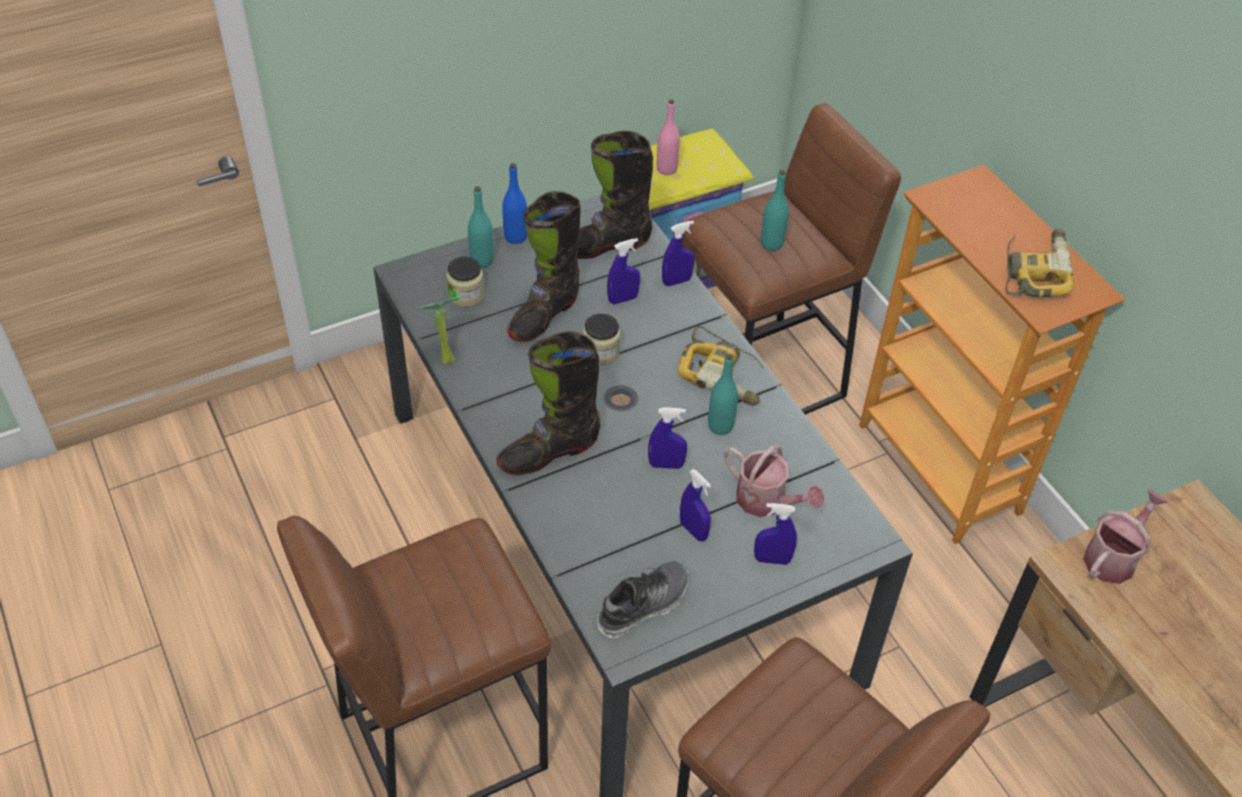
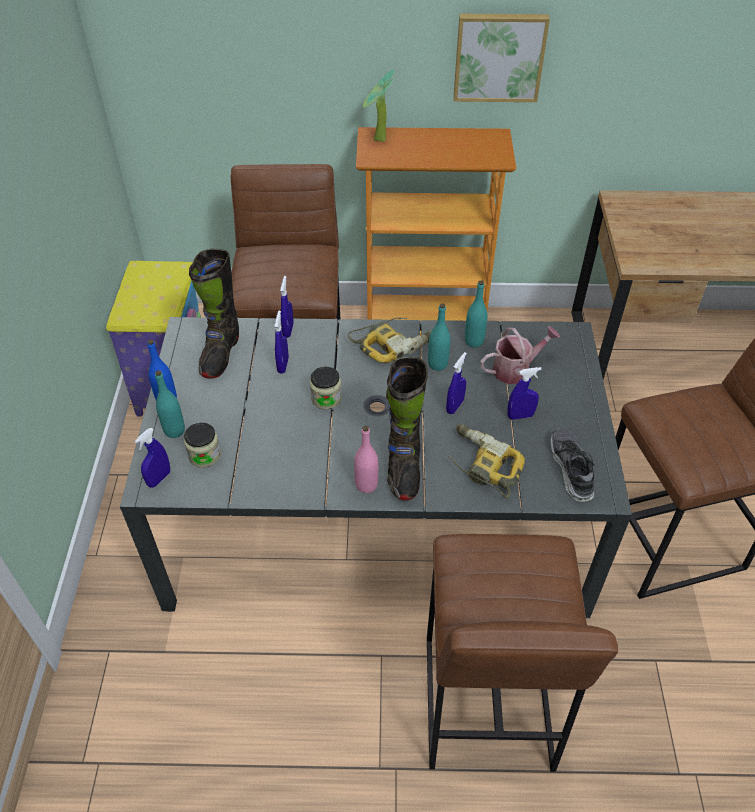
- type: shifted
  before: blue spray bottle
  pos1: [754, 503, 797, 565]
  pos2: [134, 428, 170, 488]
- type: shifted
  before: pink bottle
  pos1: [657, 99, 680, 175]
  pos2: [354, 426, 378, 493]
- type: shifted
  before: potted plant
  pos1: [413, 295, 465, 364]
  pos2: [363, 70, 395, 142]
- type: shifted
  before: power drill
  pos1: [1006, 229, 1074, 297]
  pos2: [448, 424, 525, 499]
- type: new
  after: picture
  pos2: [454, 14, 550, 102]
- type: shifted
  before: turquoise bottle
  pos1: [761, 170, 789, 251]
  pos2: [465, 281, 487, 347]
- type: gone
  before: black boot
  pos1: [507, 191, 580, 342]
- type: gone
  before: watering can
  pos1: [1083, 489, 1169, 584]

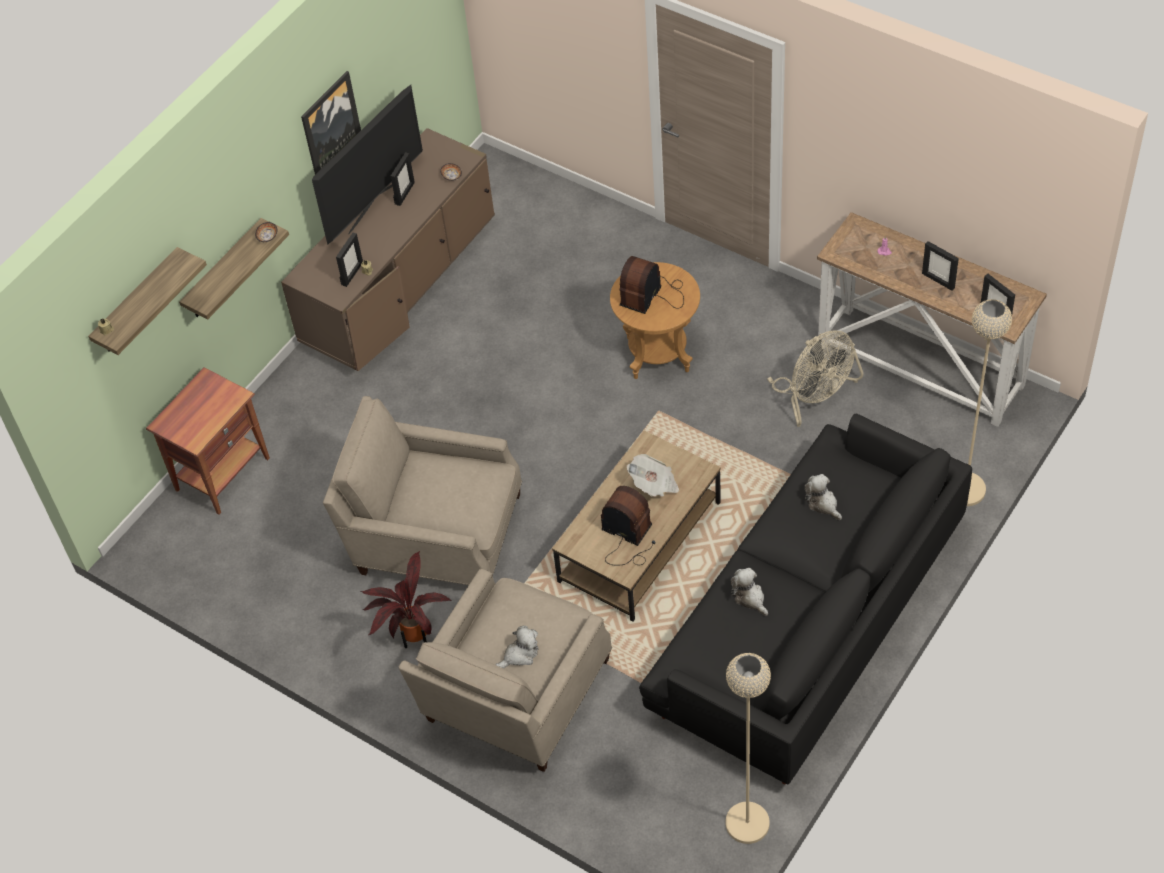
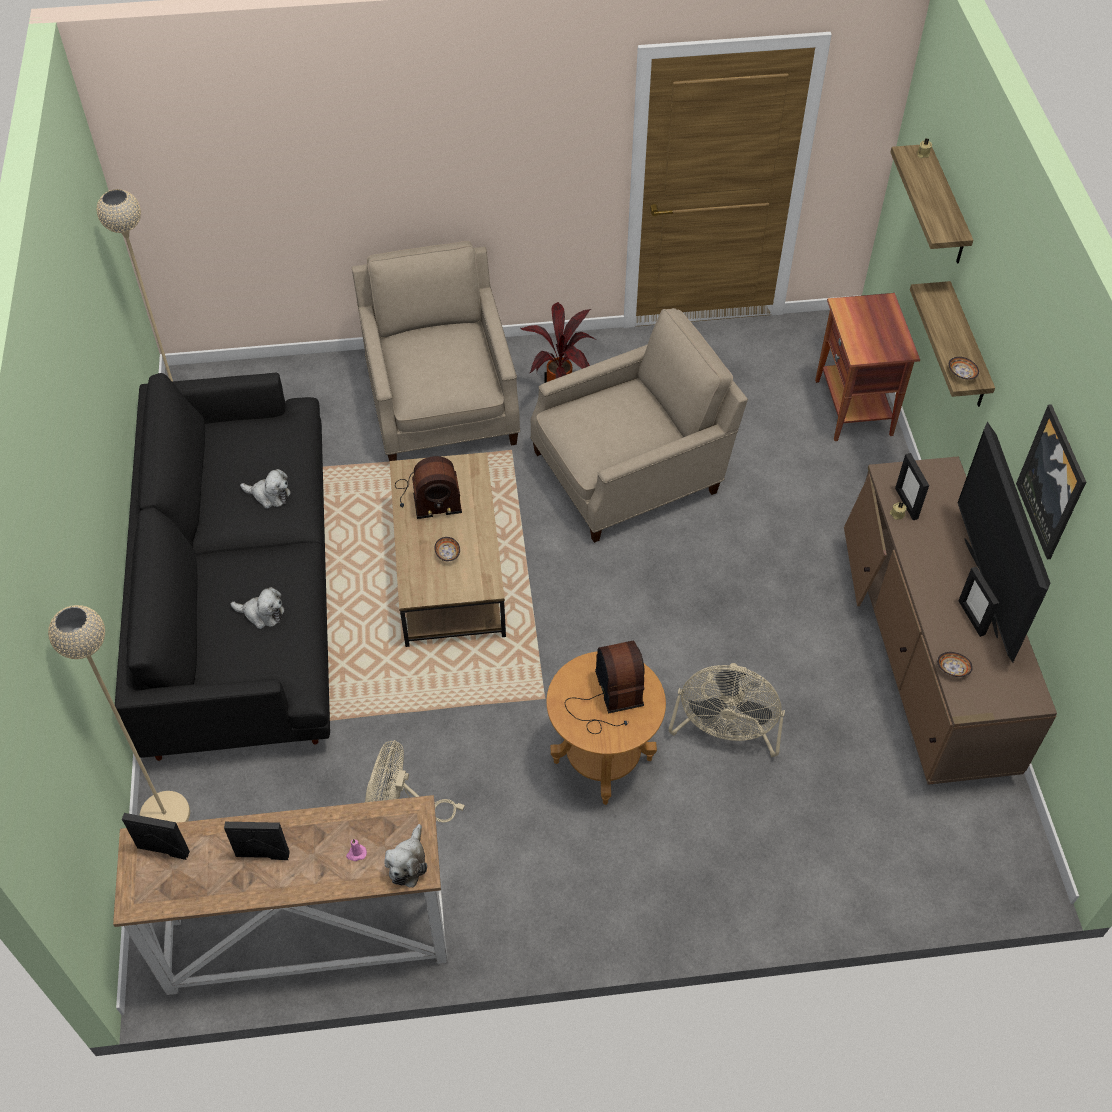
- type: shifted
  before: plush toy
  pos1: [495, 626, 539, 669]
  pos2: [384, 824, 427, 887]
- type: swapped
  before: newspaper
  after: bowl
  pos1: [627, 454, 679, 497]
  pos2: [434, 537, 460, 561]
- type: new
  after: beige fan
  pos2: [669, 663, 785, 757]

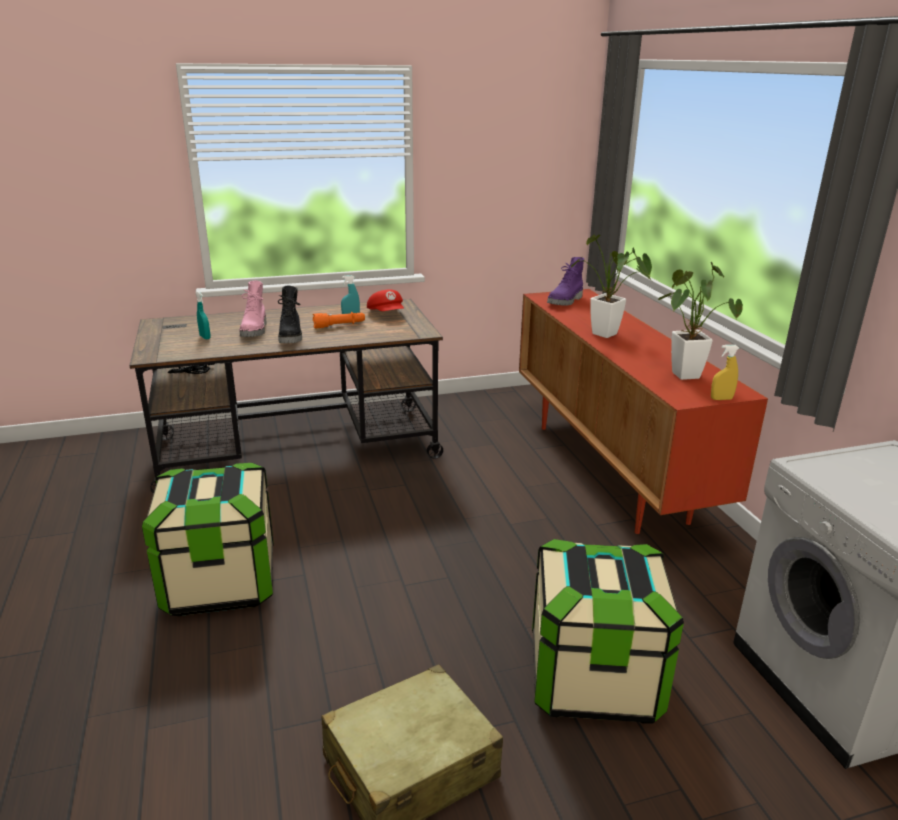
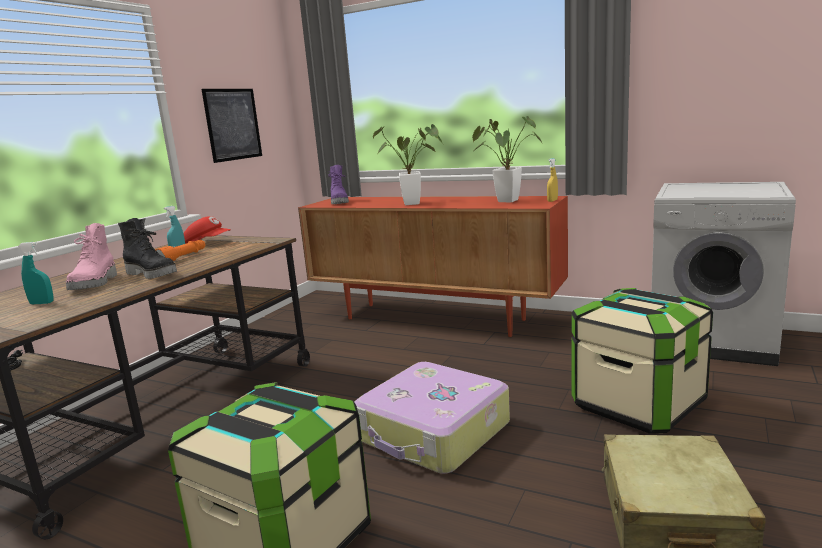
- type: rotated
  before: pink boot
  pos1: [239, 280, 267, 337]
  pos2: [66, 223, 117, 290]
  turn: 45
- type: new
  after: picture
  pos2: [202, 89, 262, 163]
- type: new
  after: suitcase
  pos2: [354, 362, 510, 474]

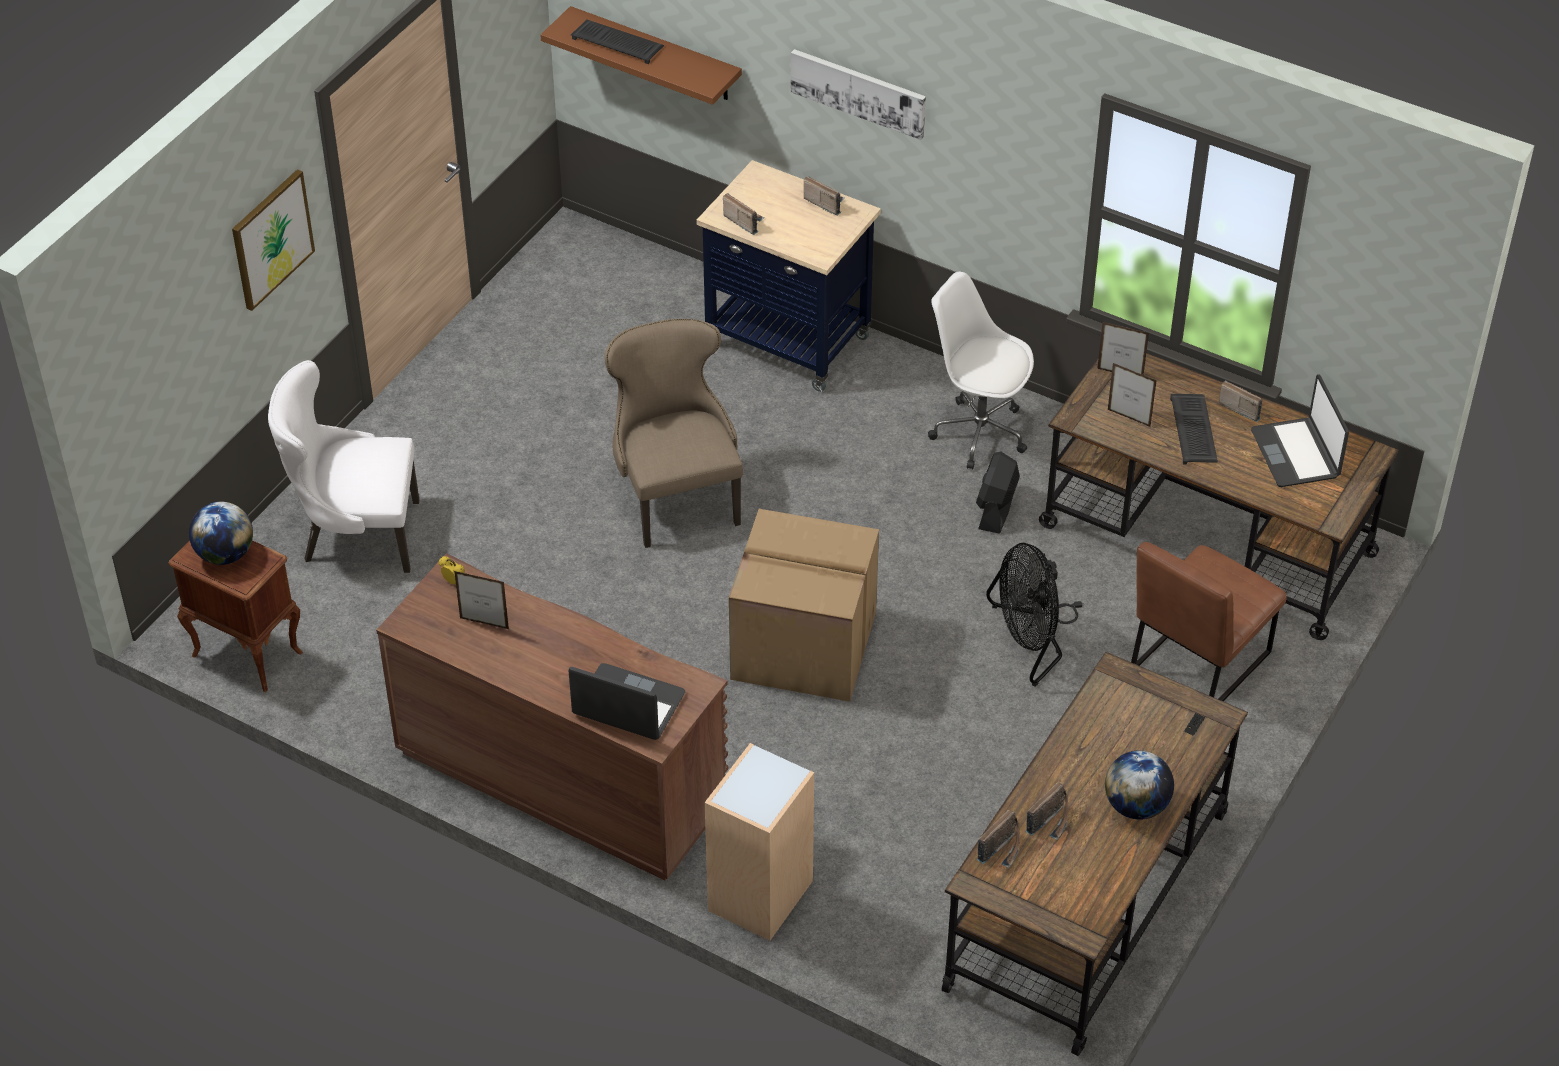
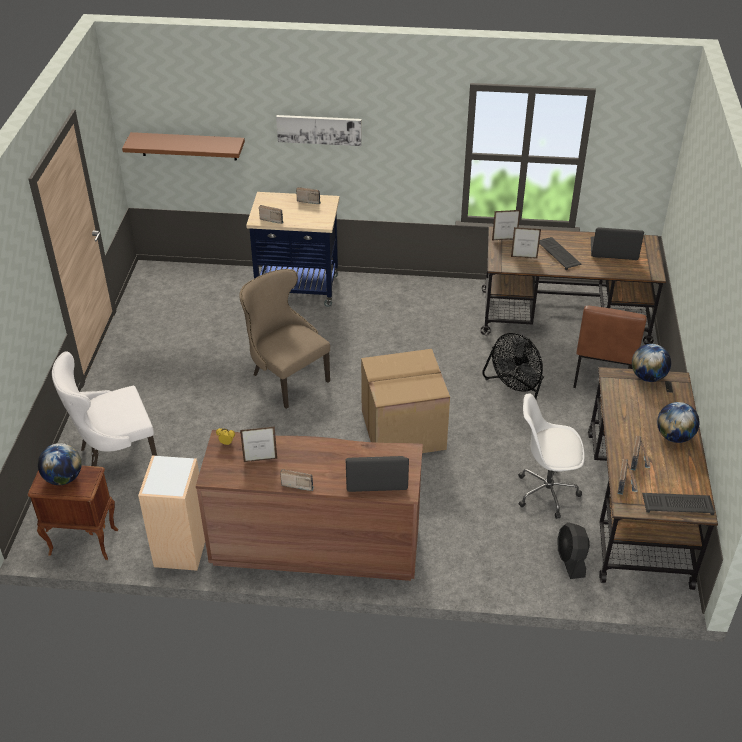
- type: shifted
  before: bookcase
  pos1: [705, 743, 814, 941]
  pos2: [138, 455, 205, 571]
- type: shifted
  before: radio
  pos1: [1219, 380, 1263, 422]
  pos2: [280, 469, 314, 491]
- type: shifted
  before: white office chair
  pos1: [928, 271, 1034, 469]
  pos2: [518, 394, 585, 519]
- type: shifted
  before: black fan
  pos1: [976, 451, 1020, 534]
  pos2: [557, 522, 590, 579]
- type: rotated
  before: laptop
  pos1: [1251, 374, 1349, 487]
  pos2: [591, 227, 644, 260]
  turn: 135
- type: new
  after: globe
  pos2: [632, 344, 671, 382]
- type: shifted
  before: keyboard
  pos1: [571, 19, 664, 64]
  pos2: [642, 493, 715, 515]
- type: gone
  before: picture
  pos1: [232, 169, 315, 311]

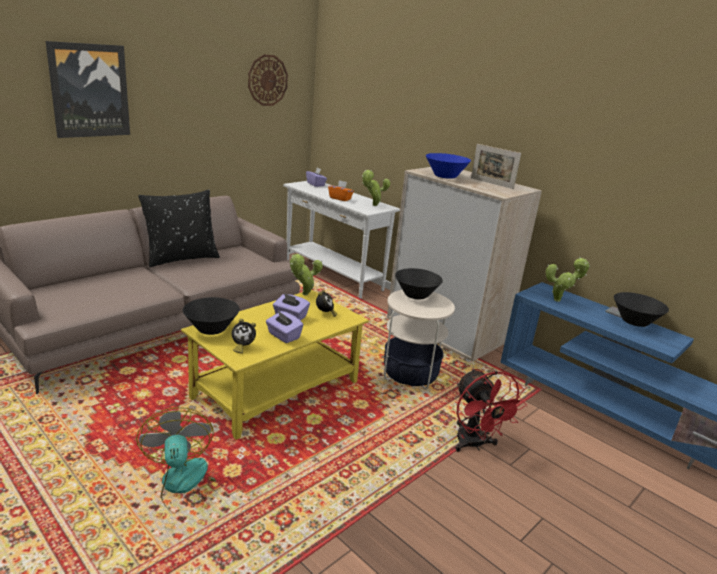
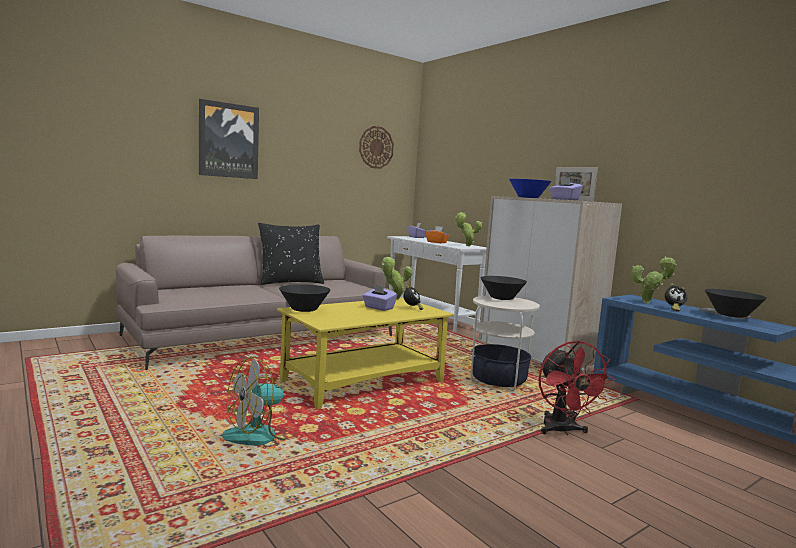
- type: rotated
  before: fan
  pos1: [136, 407, 216, 512]
  pos2: [222, 356, 298, 445]
  turn: -120
- type: shifted
  before: purple tissue box
  pos1: [266, 311, 303, 343]
  pos2: [549, 177, 583, 200]
- type: shifted
  before: alarm clock
  pos1: [232, 319, 256, 353]
  pos2: [665, 284, 687, 312]

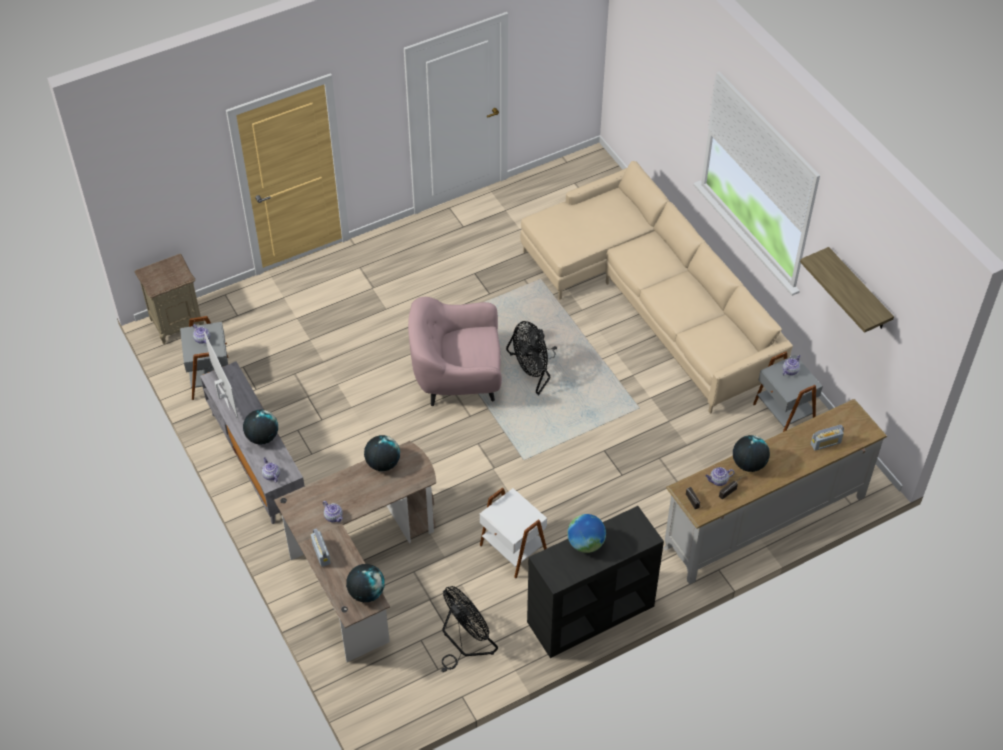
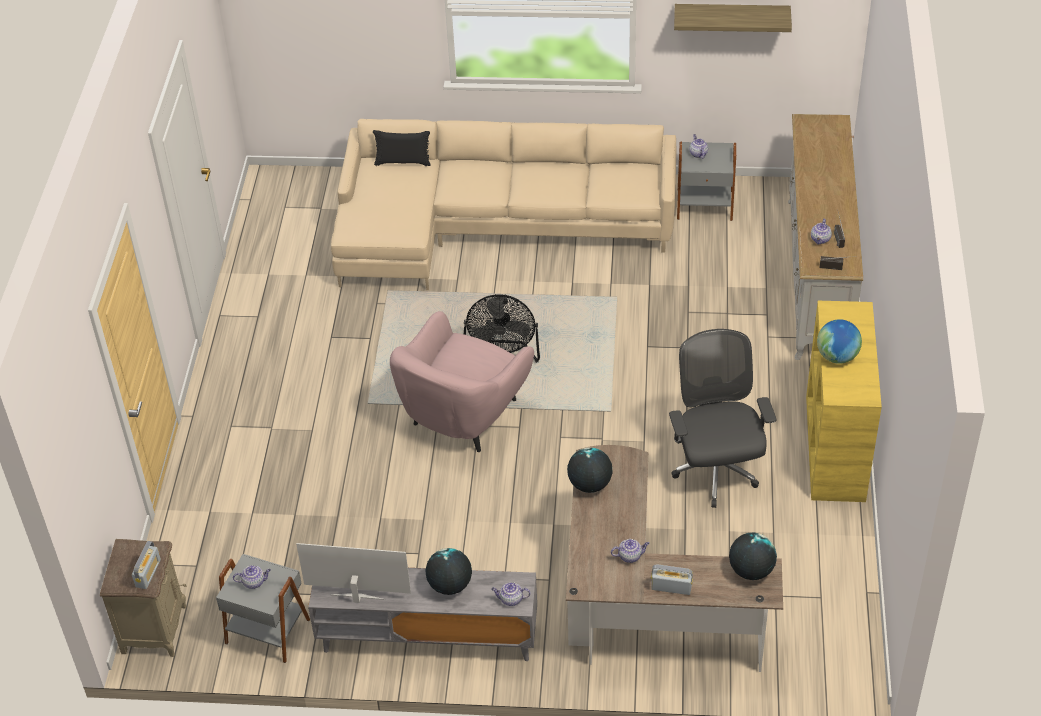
- type: shifted
  before: radio
  pos1: [811, 425, 844, 451]
  pos2: [132, 541, 161, 589]
- type: new
  after: black pillow
  pos2: [373, 130, 430, 166]
- type: swapped
  before: white side table
  after: office chair
  pos1: [480, 488, 547, 578]
  pos2: [669, 329, 777, 508]
- type: repainted
  before: black bookcase
  after: yellow bookcase
  pos1: [527, 506, 664, 658]
  pos2: [806, 301, 882, 502]
- type: gone
  before: black fan
  pos1: [441, 586, 498, 672]
- type: gone
  before: globe
  pos1: [733, 435, 770, 472]

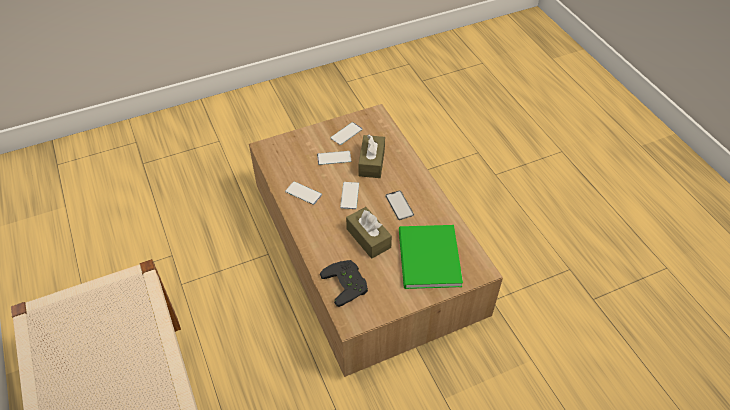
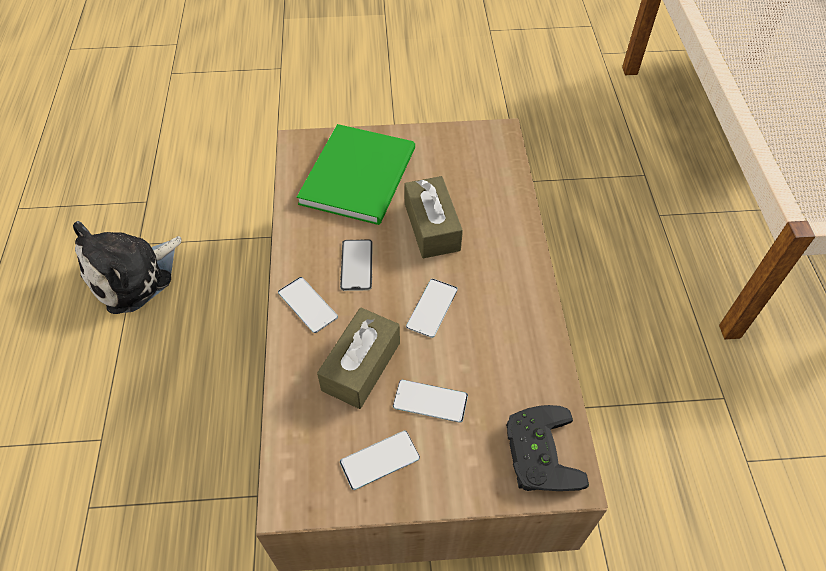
- type: new
  after: plush toy
  pos2: [73, 221, 182, 314]
- type: shifted
  before: phone
  pos1: [285, 182, 322, 205]
  pos2: [278, 277, 338, 333]
- type: shifted
  before: black game controller
  pos1: [320, 260, 368, 307]
  pos2: [506, 405, 589, 491]

